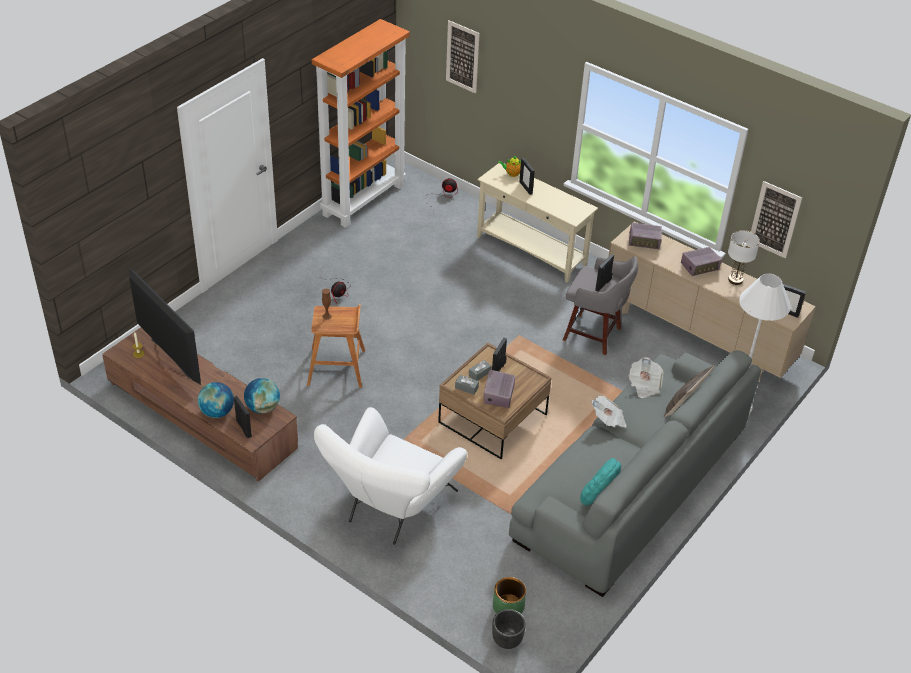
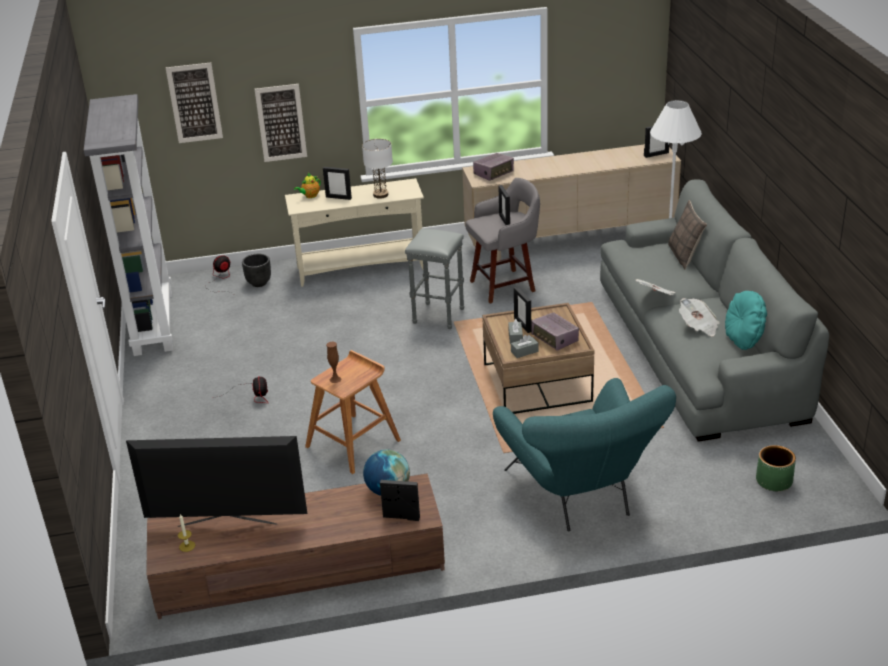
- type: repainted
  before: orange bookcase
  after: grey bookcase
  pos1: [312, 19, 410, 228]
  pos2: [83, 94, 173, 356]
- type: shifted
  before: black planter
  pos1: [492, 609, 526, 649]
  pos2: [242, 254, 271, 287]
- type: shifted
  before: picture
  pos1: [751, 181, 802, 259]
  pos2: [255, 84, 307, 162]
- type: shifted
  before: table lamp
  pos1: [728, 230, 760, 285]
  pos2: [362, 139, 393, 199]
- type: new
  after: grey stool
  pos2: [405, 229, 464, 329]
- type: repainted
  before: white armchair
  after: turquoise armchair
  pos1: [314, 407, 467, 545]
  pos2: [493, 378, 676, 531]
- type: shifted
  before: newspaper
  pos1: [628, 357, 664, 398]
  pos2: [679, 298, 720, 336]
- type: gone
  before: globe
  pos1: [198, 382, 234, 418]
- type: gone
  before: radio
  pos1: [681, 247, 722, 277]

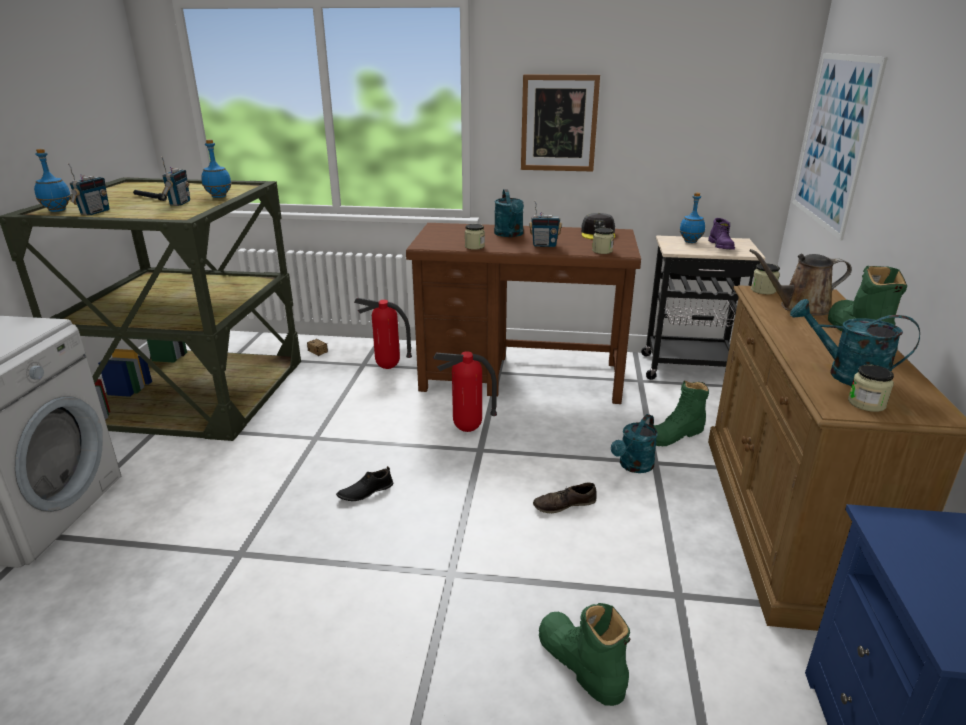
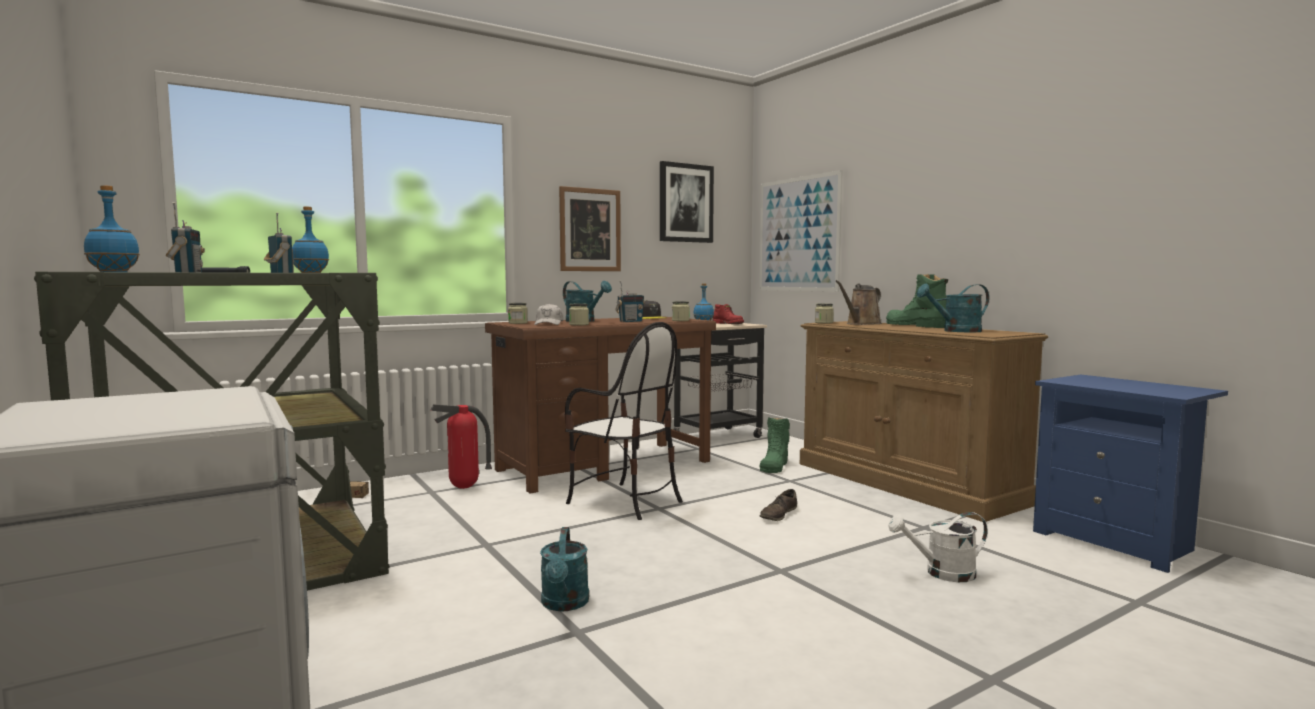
- type: shifted
  before: jar
  pos1: [848, 365, 894, 412]
  pos2: [508, 303, 528, 324]
- type: new
  after: white cap
  pos2: [534, 303, 563, 325]
- type: shifted
  before: turquoise watering can
  pos1: [611, 414, 658, 473]
  pos2: [540, 527, 589, 611]
- type: swapped
  before: fire extinguisher
  after: chair
  pos1: [433, 351, 497, 432]
  pos2: [564, 322, 683, 520]
- type: new
  after: picture
  pos2: [660, 161, 714, 243]
- type: repainted
  before: purple boot
  after: red boot
  pos1: [708, 218, 735, 250]
  pos2: [712, 304, 744, 324]
- type: swapped
  before: green boot
  after: white watering can
  pos1: [539, 603, 630, 706]
  pos2: [889, 512, 988, 582]
- type: gone
  before: black shoe
  pos1: [336, 466, 393, 501]

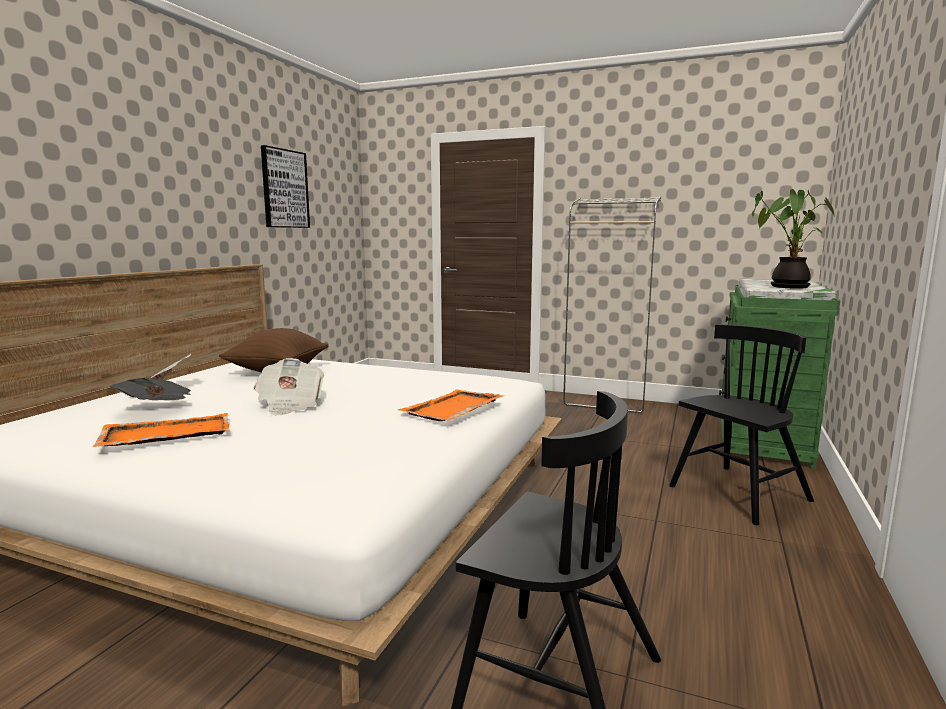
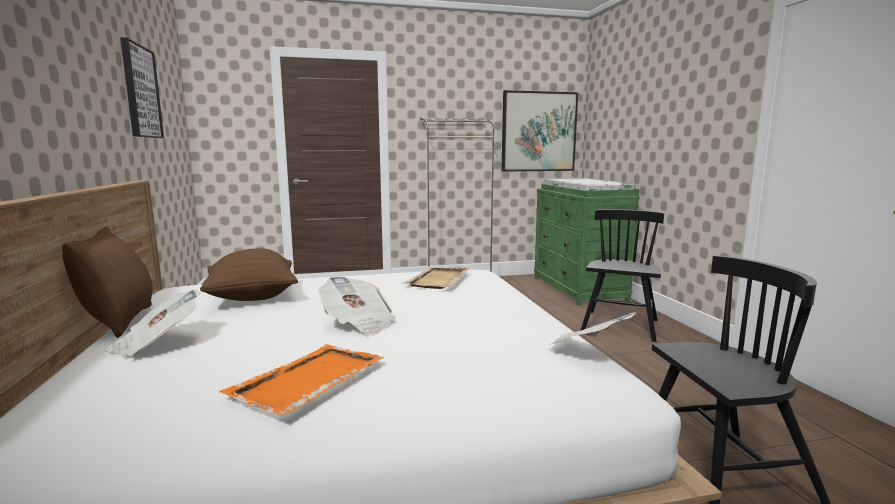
- type: new
  after: brown pillow
  pos2: [62, 227, 153, 338]
- type: new
  after: beige tray
  pos2: [402, 267, 471, 289]
- type: new
  after: picture
  pos2: [501, 90, 578, 172]
- type: shifted
  before: newspaper
  pos1: [110, 378, 191, 400]
  pos2: [549, 312, 636, 345]
- type: gone
  before: orange tray
  pos1: [398, 389, 503, 421]
- type: gone
  before: potted plant
  pos1: [752, 189, 835, 289]

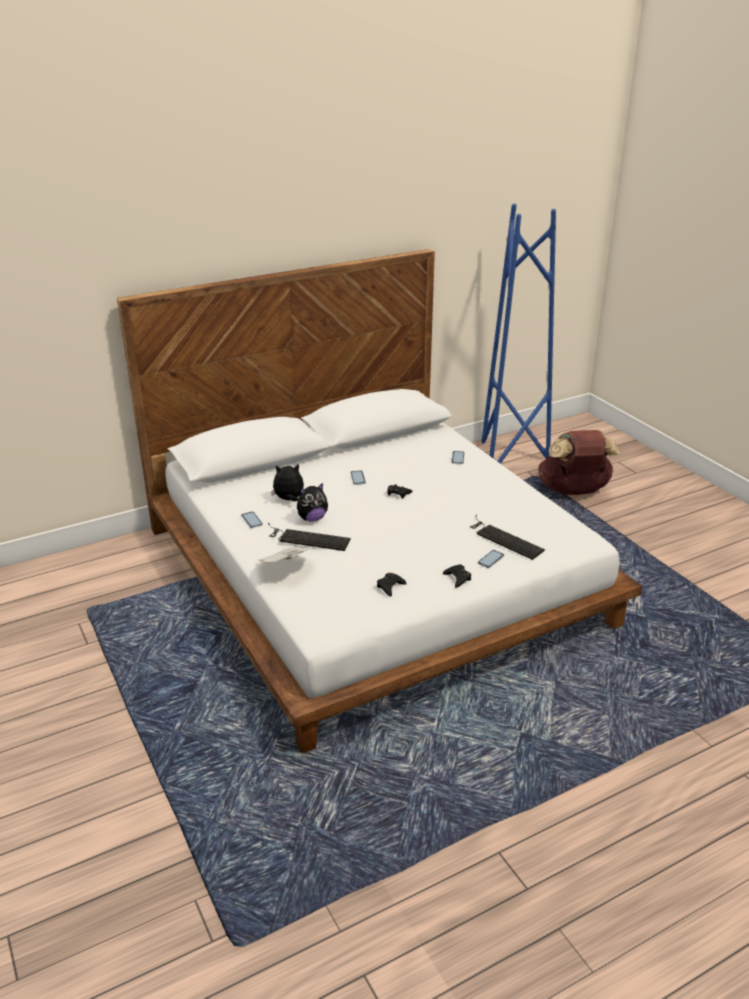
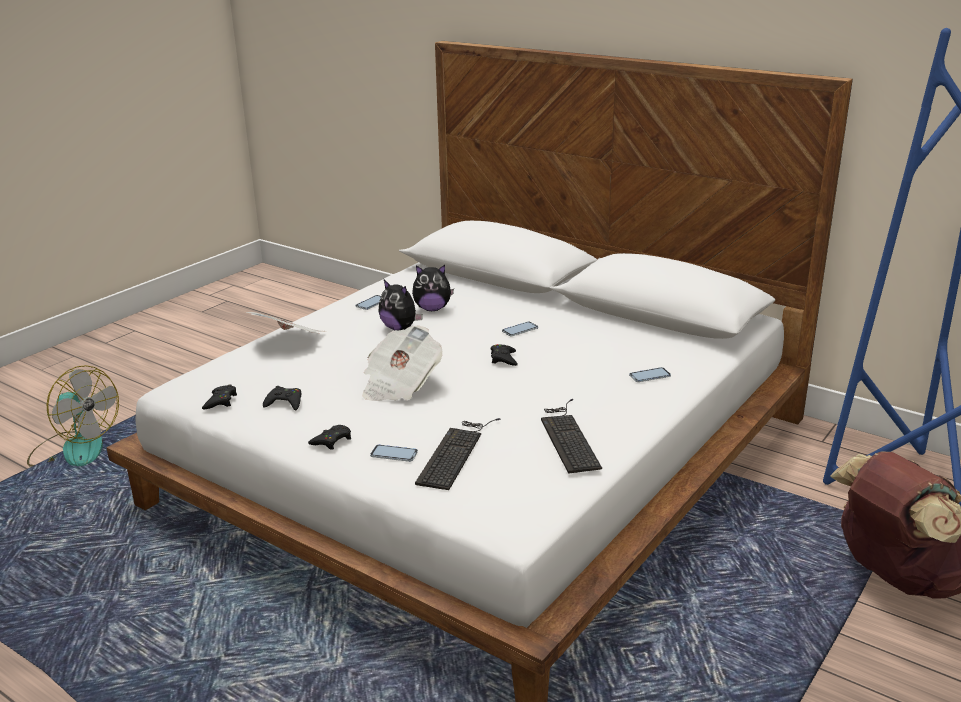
- type: new
  after: fan
  pos2: [27, 365, 119, 467]
- type: new
  after: black game controller
  pos2: [202, 384, 237, 409]
- type: new
  after: newspaper
  pos2: [362, 326, 442, 401]
- type: rotated
  before: plush toy
  pos1: [271, 464, 304, 501]
  pos2: [412, 265, 454, 311]
  turn: 120
- type: shifted
  before: keyboard
  pos1: [268, 523, 351, 551]
  pos2: [541, 399, 602, 474]

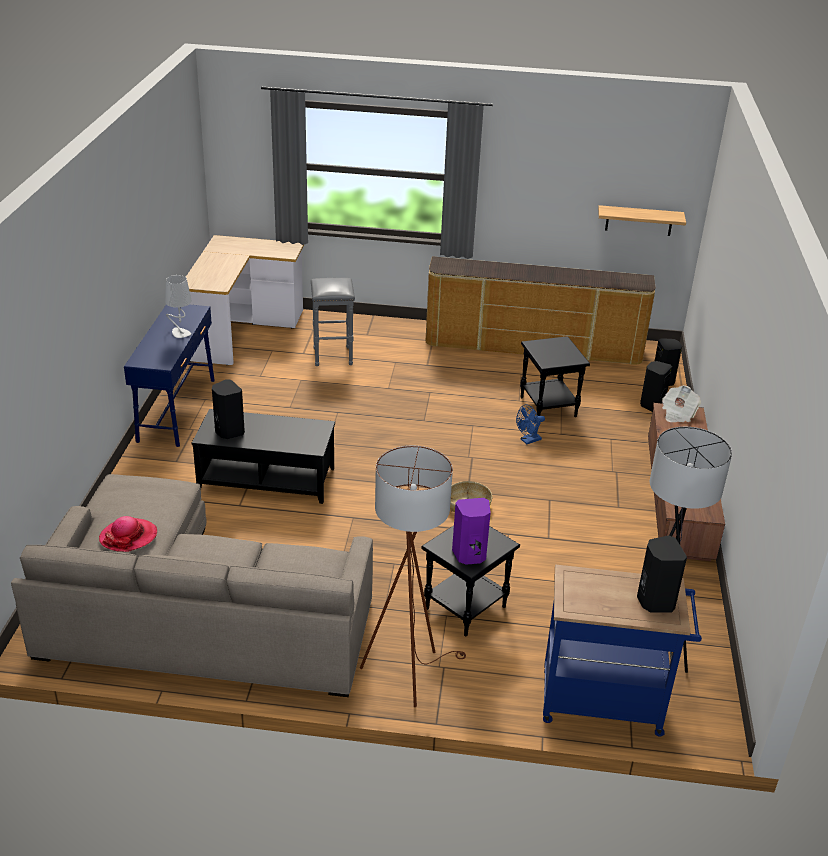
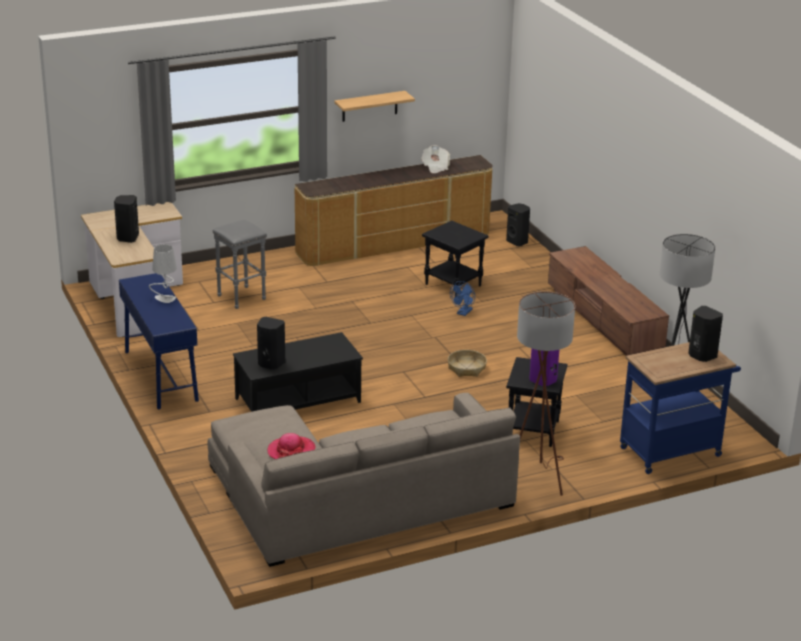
- type: shifted
  before: black speaker
  pos1: [640, 361, 672, 412]
  pos2: [114, 195, 139, 243]
- type: shifted
  before: shelf
  pos1: [598, 205, 686, 236]
  pos2: [334, 91, 415, 122]
- type: shifted
  before: newspaper
  pos1: [662, 385, 701, 422]
  pos2: [421, 145, 450, 173]

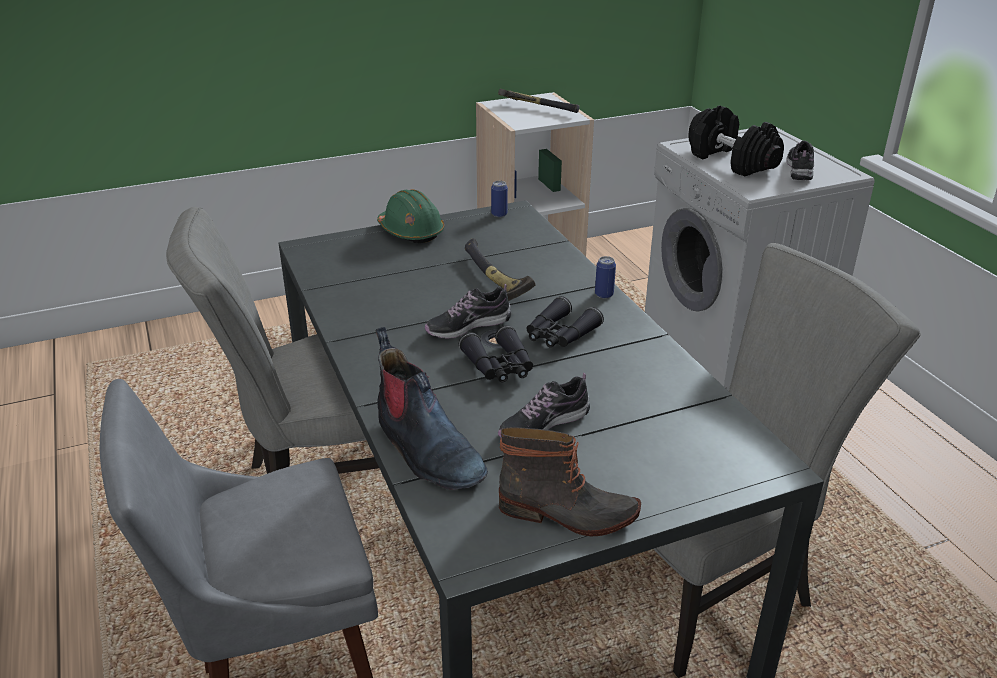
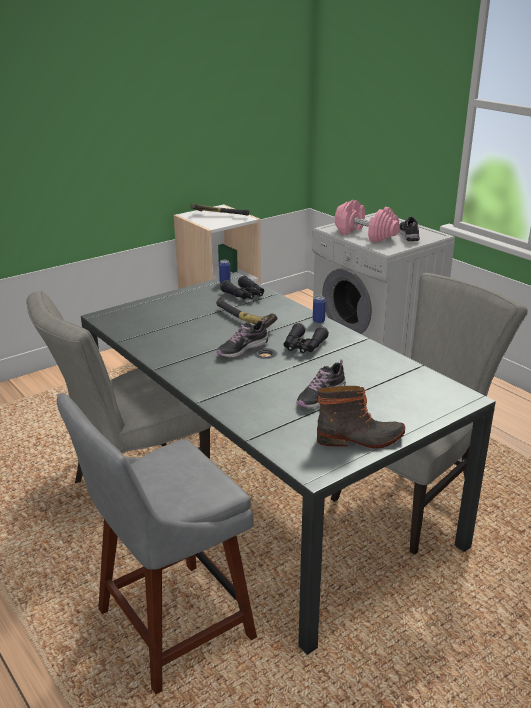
- type: shifted
  before: black binoculars
  pos1: [459, 325, 533, 382]
  pos2: [220, 276, 264, 299]
- type: repainted
  before: black dumbbell
  after: pink dumbbell
  pos1: [688, 105, 784, 177]
  pos2: [335, 200, 400, 243]
- type: gone
  before: boot
  pos1: [375, 327, 488, 490]
- type: gone
  before: green hard hat
  pos1: [377, 189, 444, 243]

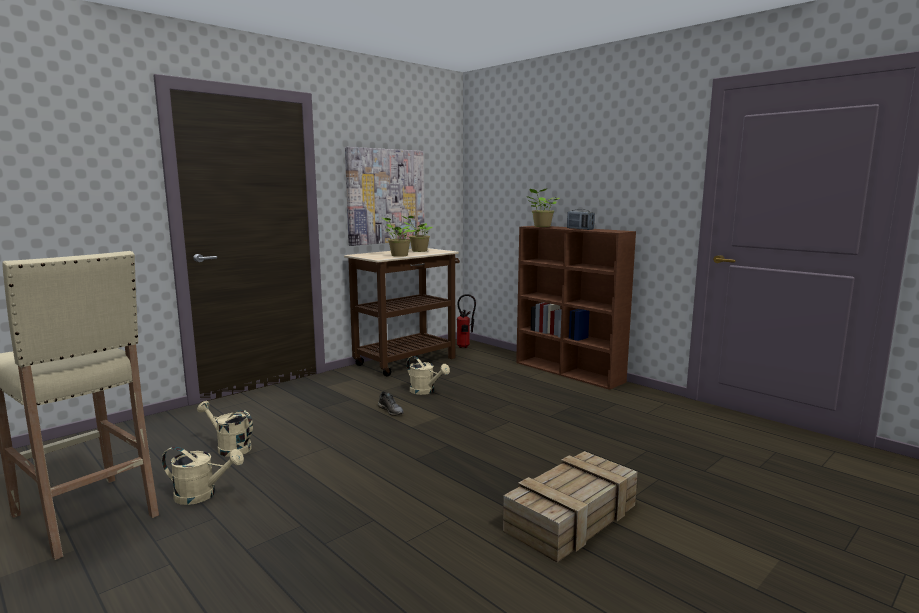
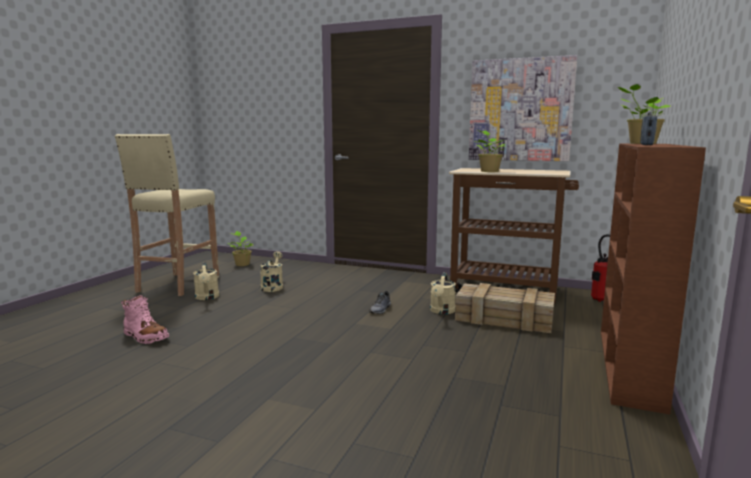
- type: new
  after: pink boot
  pos2: [121, 295, 169, 344]
- type: shifted
  before: potted plant
  pos1: [402, 216, 433, 252]
  pos2: [227, 231, 253, 266]
- type: shifted
  before: crate
  pos1: [503, 451, 637, 562]
  pos2: [455, 283, 555, 333]

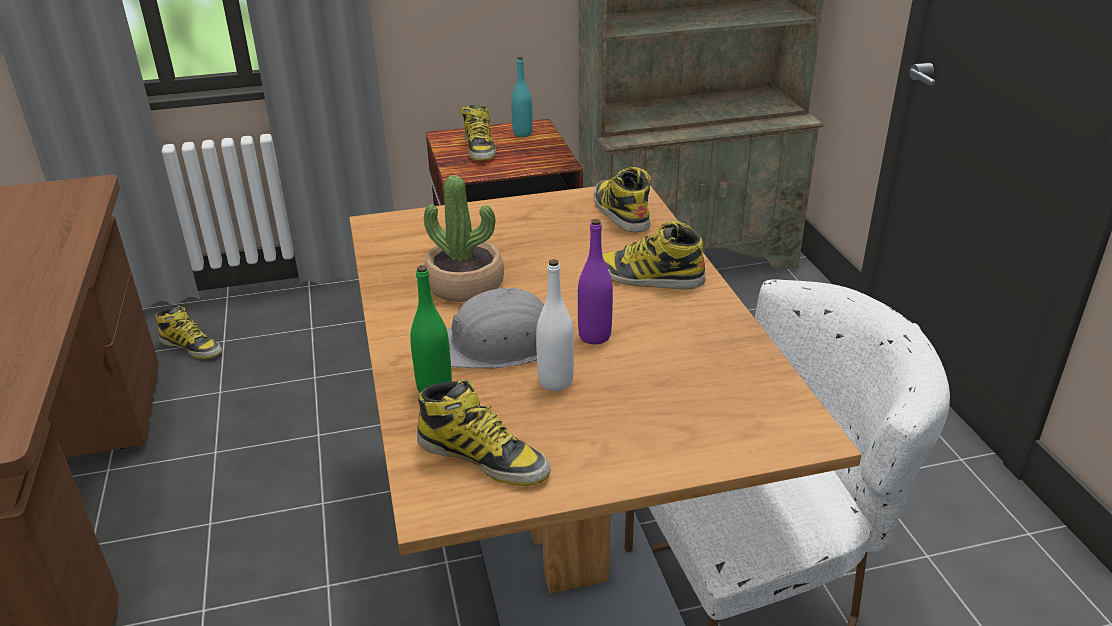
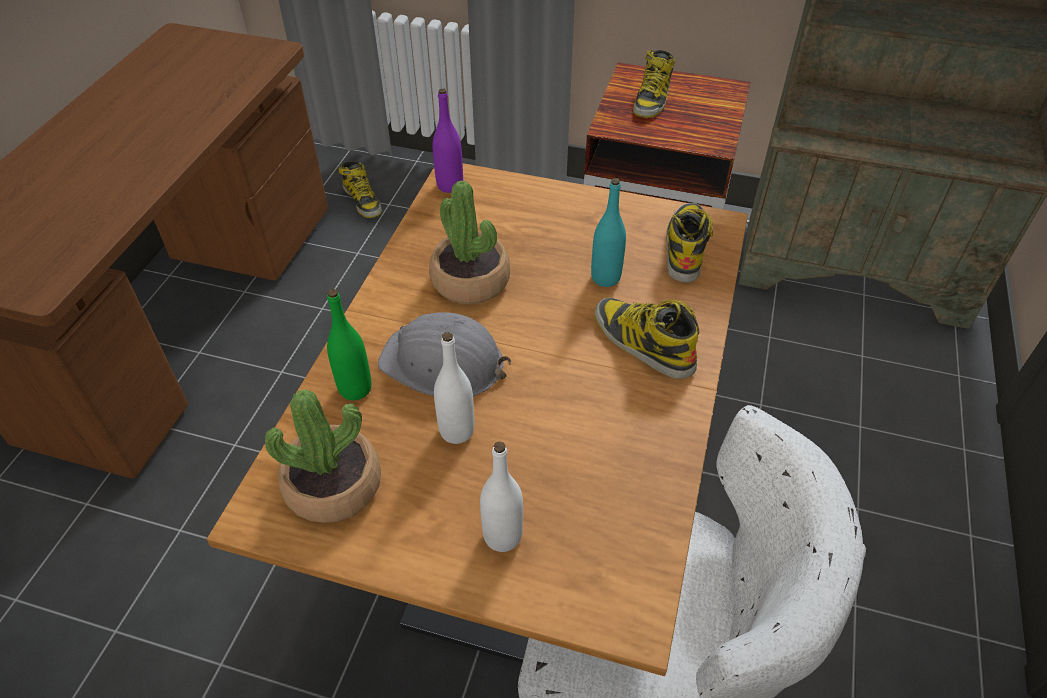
- type: swapped
  before: boot
  after: potted plant
  pos1: [417, 379, 551, 486]
  pos2: [265, 389, 381, 523]
- type: shifted
  before: purple bottle
  pos1: [578, 219, 613, 344]
  pos2: [433, 88, 463, 193]
- type: new
  after: white bottle
  pos2: [480, 442, 523, 552]
- type: shifted
  before: turquoise bottle
  pos1: [511, 57, 533, 137]
  pos2: [591, 178, 626, 287]

